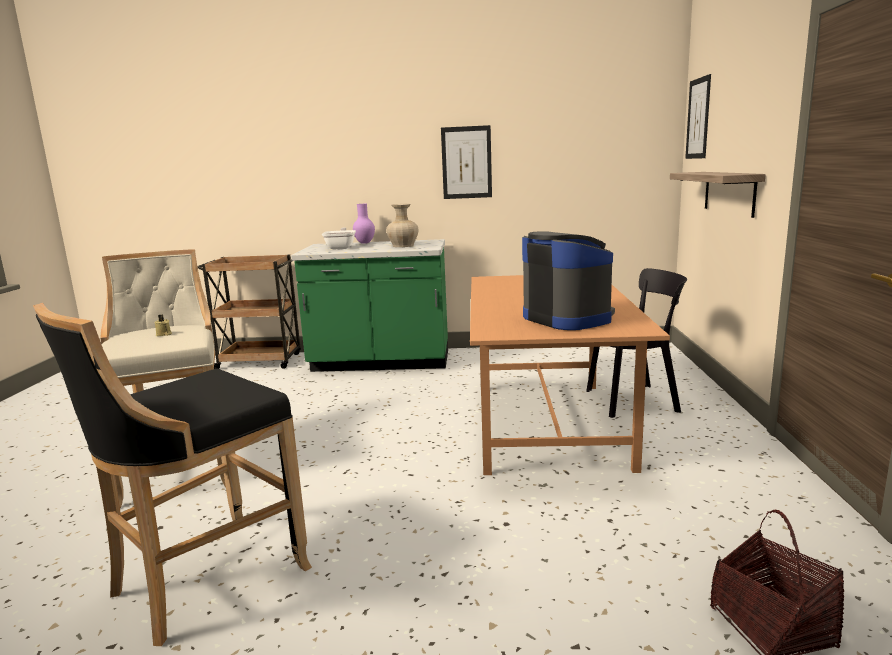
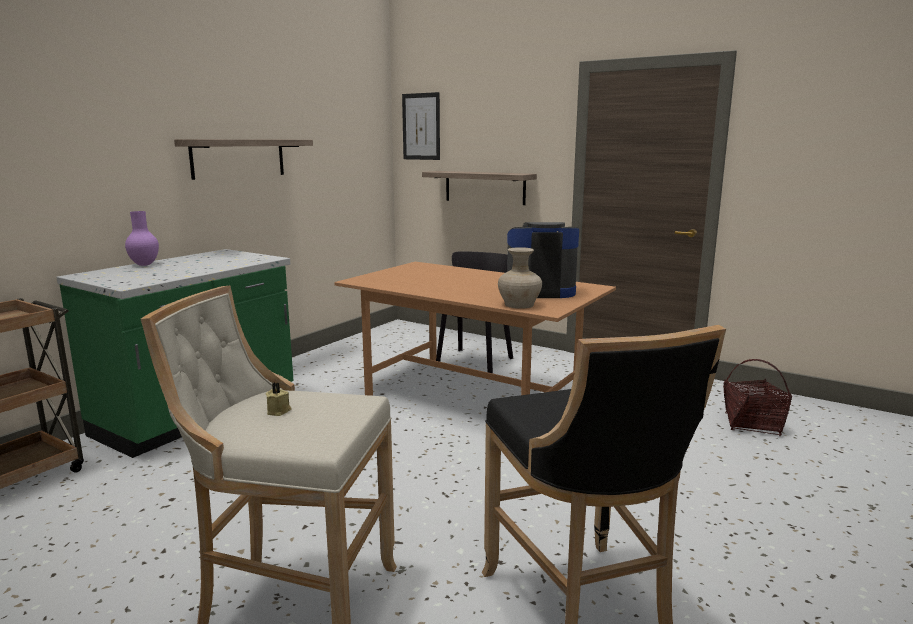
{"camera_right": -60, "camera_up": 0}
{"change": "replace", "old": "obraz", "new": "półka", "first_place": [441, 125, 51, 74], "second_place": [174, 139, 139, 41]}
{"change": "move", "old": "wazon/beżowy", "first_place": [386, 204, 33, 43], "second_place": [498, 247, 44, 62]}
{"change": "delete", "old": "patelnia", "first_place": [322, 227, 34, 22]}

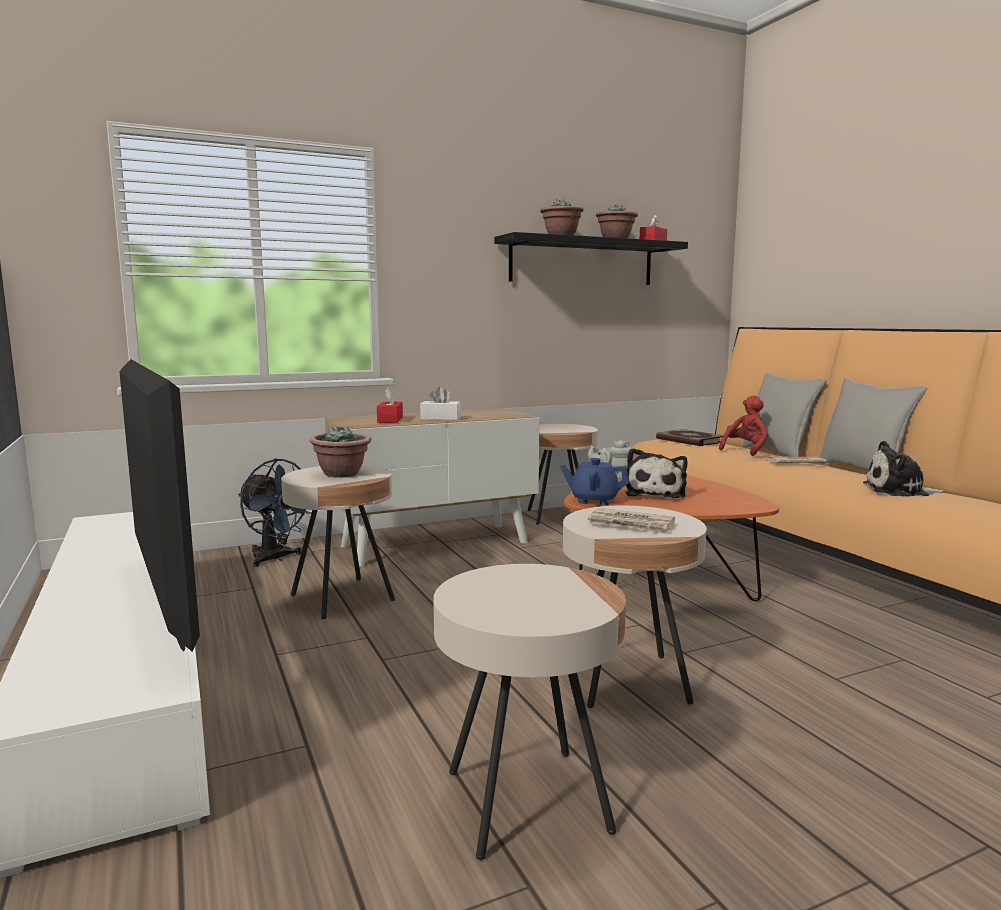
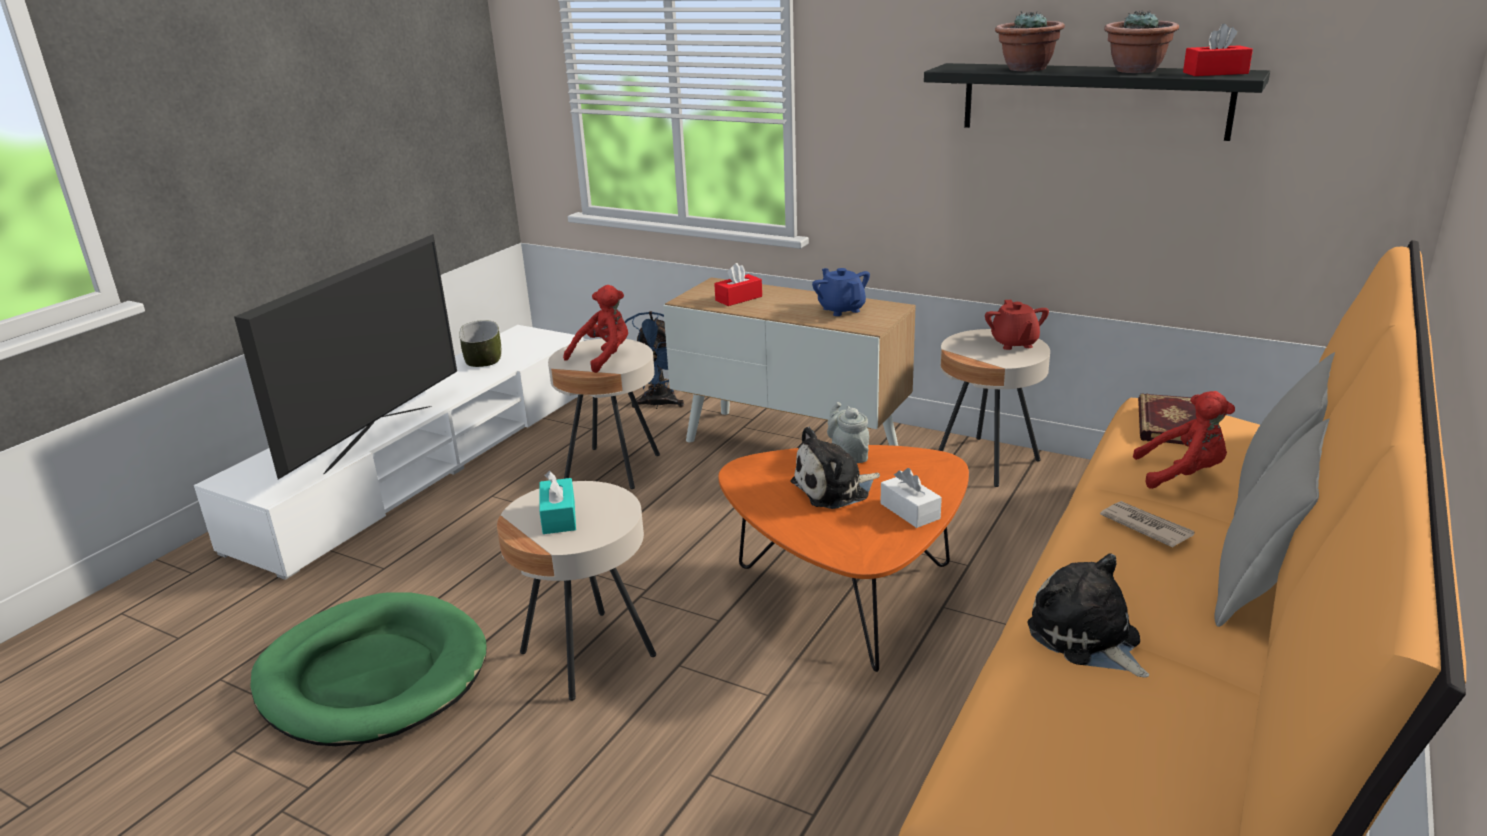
{"camera_right": 55, "camera_up": 15}
{"change": "move", "old": "pudełko chusteczek/biały", "first_place": [420, 387, 41, 33], "second_place": [880, 468, 62, 60]}
{"change": "replace", "old": "roślina doniczkowa", "new": "pluszak/czerwony", "first_place": [309, 426, 62, 52], "second_place": [563, 285, 65, 88]}
{"change": "move", "old": "imbryk/niebieski", "first_place": [560, 458, 70, 47], "second_place": [812, 268, 58, 48]}
{"change": "replace", "old": "gazeta", "new": "pudełko chusteczek/turkusowy", "first_place": [588, 508, 87, 27], "second_place": [539, 471, 37, 63]}
{"change": "replace", "old": "stolik/beżowy", "new": "legowisko/zielony", "first_place": [433, 564, 193, 296], "second_place": [250, 593, 237, 153]}
{"change": "insert", "new": "imbryk/czerwony", "second_place": [985, 300, 64, 50]}
{"change": "insert", "new": "miska", "second_place": [459, 320, 42, 47]}

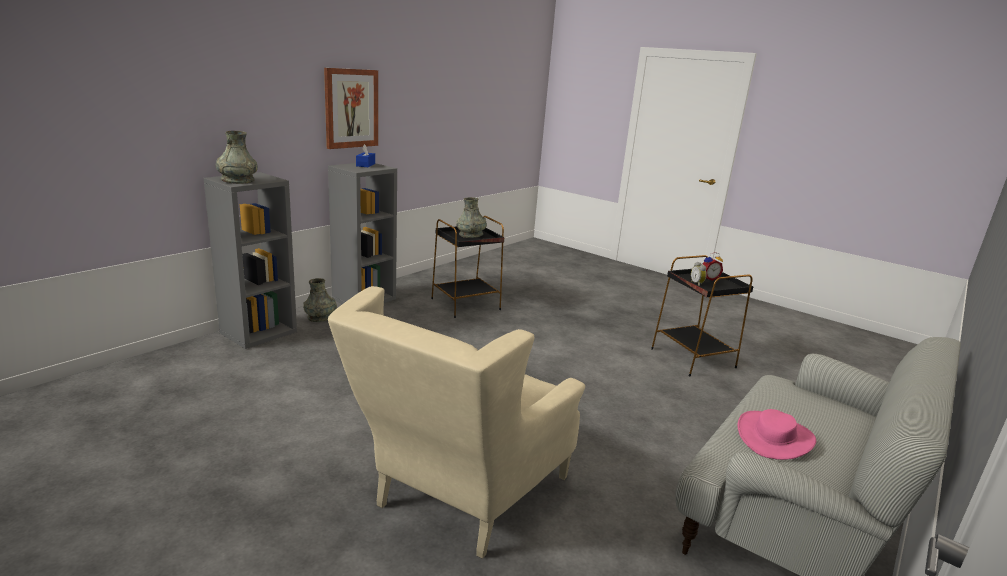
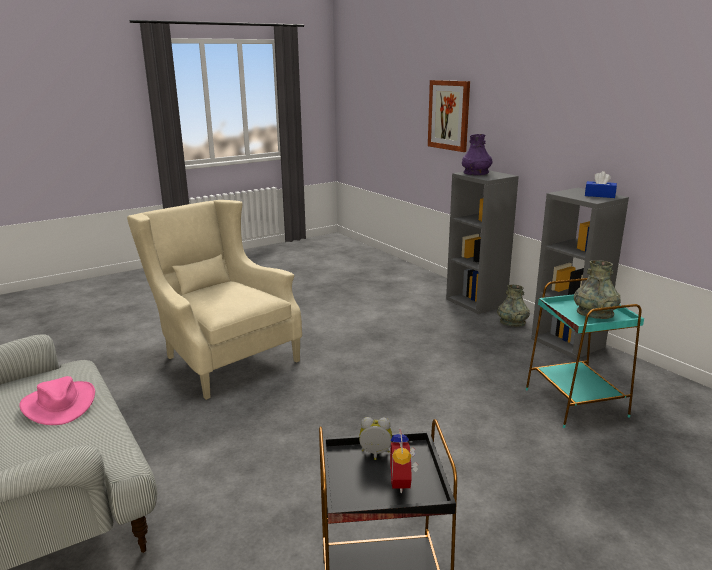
{"camera_right": 110, "camera_up": 0}
{"change": "move", "old": "obraz", "first_place": [324, 68, 54, 81], "second_place": [428, 80, 42, 72]}
{"change": "recolor", "old": "wazon/szary", "new": "wazon/fioletowy", "first_place": [215, 131, 43, 53], "second_place": [462, 134, 30, 41]}
{"change": "recolor", "old": "stolik/czarny", "new": "stolik/turkusowy", "first_place": [431, 216, 73, 102], "second_place": [526, 278, 118, 150]}

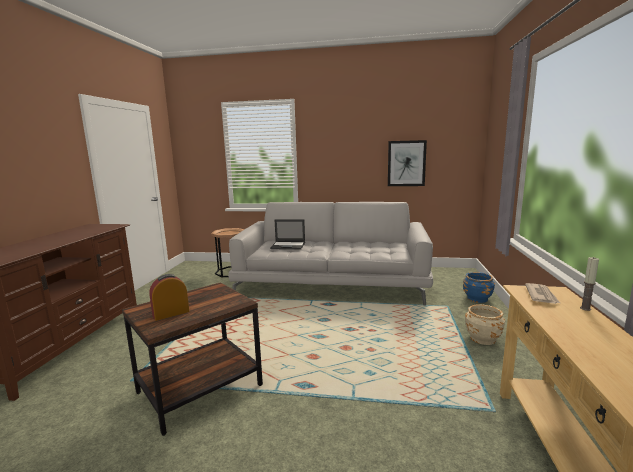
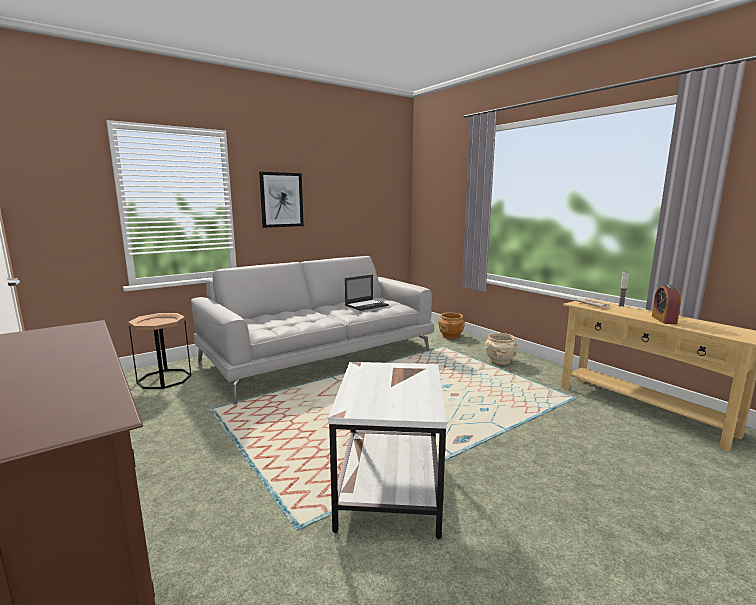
{"camera_right": -45, "camera_up": 0}
{"change": "move", "old": "obraz", "first_place": [388, 140, 39, 46], "second_place": [259, 172, 45, 56]}
{"change": "move", "old": "laptop", "first_place": [270, 219, 35, 31], "second_place": [345, 275, 44, 36]}
{"change": "recolor", "old": "donica/niebieski", "new": "donica/brązowy", "first_place": [463, 272, 32, 31], "second_place": [439, 313, 26, 26]}
{"change": "move", "old": "budzik", "first_place": [149, 274, 40, 47], "second_place": [652, 285, 29, 39]}
{"change": "recolor", "old": "stolik/brązowy", "new": "stolik/biały", "first_place": [122, 282, 141, 154], "second_place": [328, 362, 119, 177]}

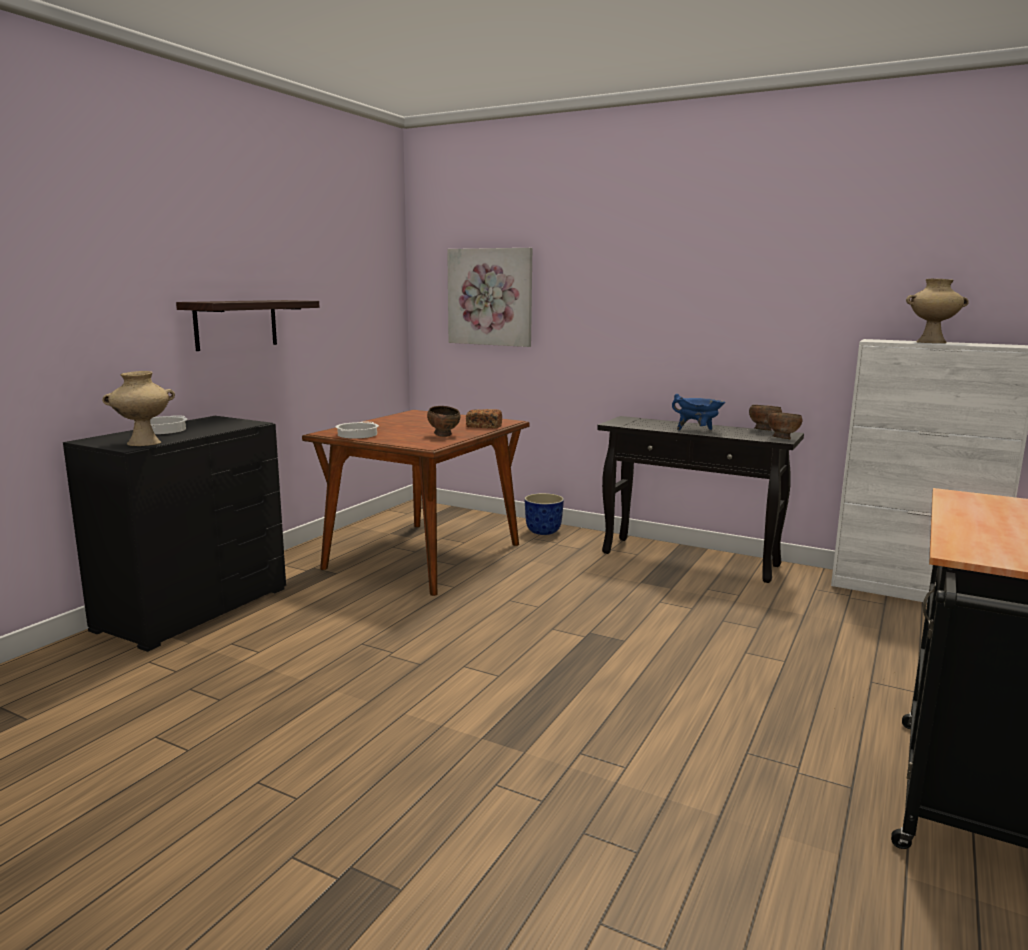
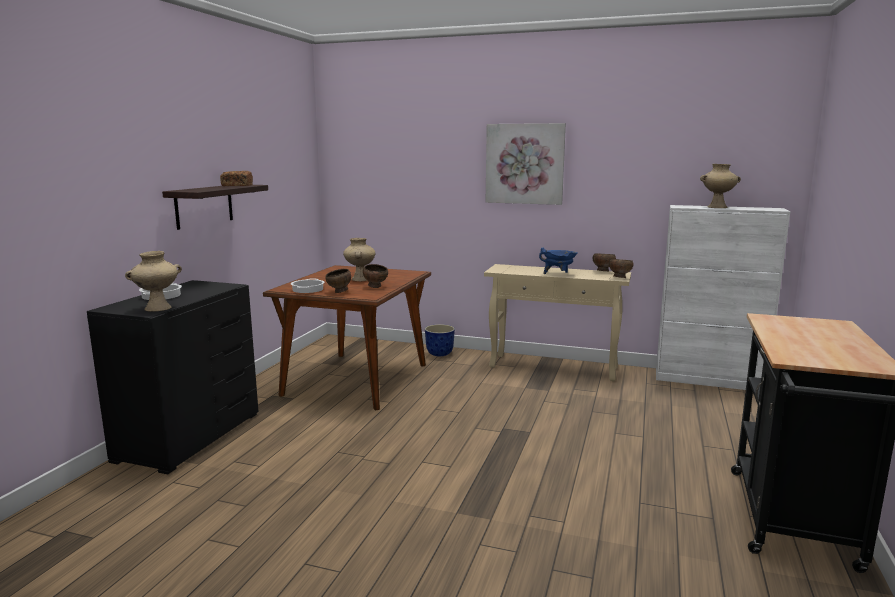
{"camera_right": -10, "camera_up": 0}
{"change": "move", "old": "obraz", "first_place": [447, 248, 85, 99], "second_place": [486, 123, 80, 82]}
{"change": "move", "old": "chleb", "first_place": [466, 409, 36, 19], "second_place": [220, 171, 33, 15]}
{"change": "recolor", "old": "stolik konsolowy/czarny", "new": "stolik konsolowy/beżowy", "first_place": [597, 416, 207, 167], "second_place": [484, 264, 147, 117]}
{"change": "insert", "new": "wazon/beżowy", "second_place": [343, 238, 32, 43]}
{"change": "insert", "new": "miska/brązowy", "second_place": [325, 269, 26, 24]}

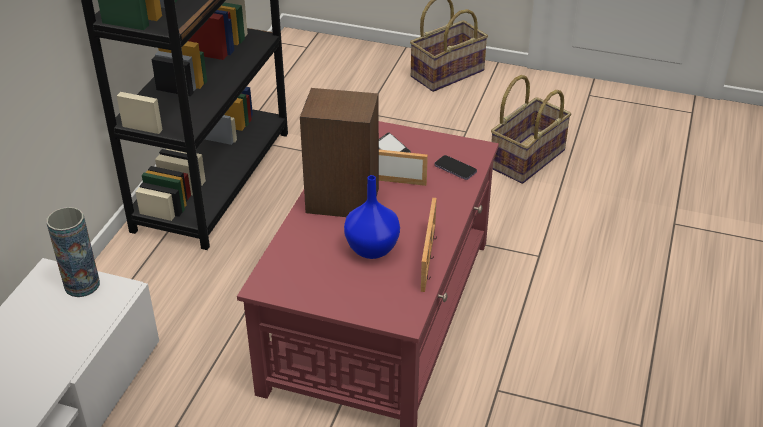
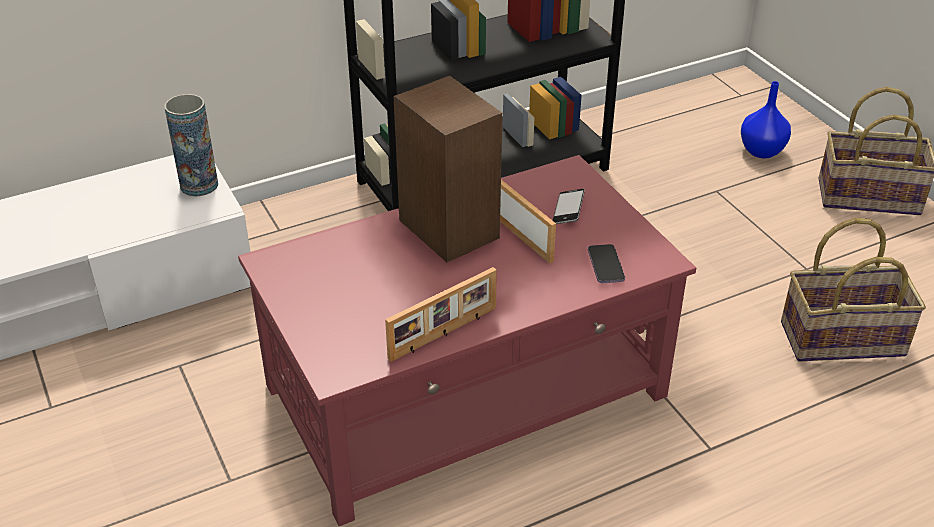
{"camera_right": 45, "camera_up": 0}
{"change": "move", "old": "wazon/niebieski", "first_place": [344, 175, 56, 84], "second_place": [741, 81, 50, 77]}

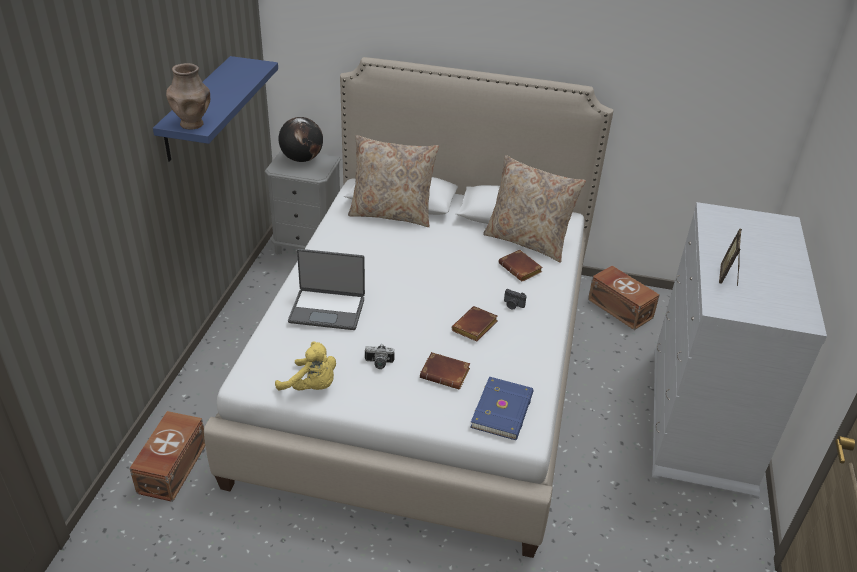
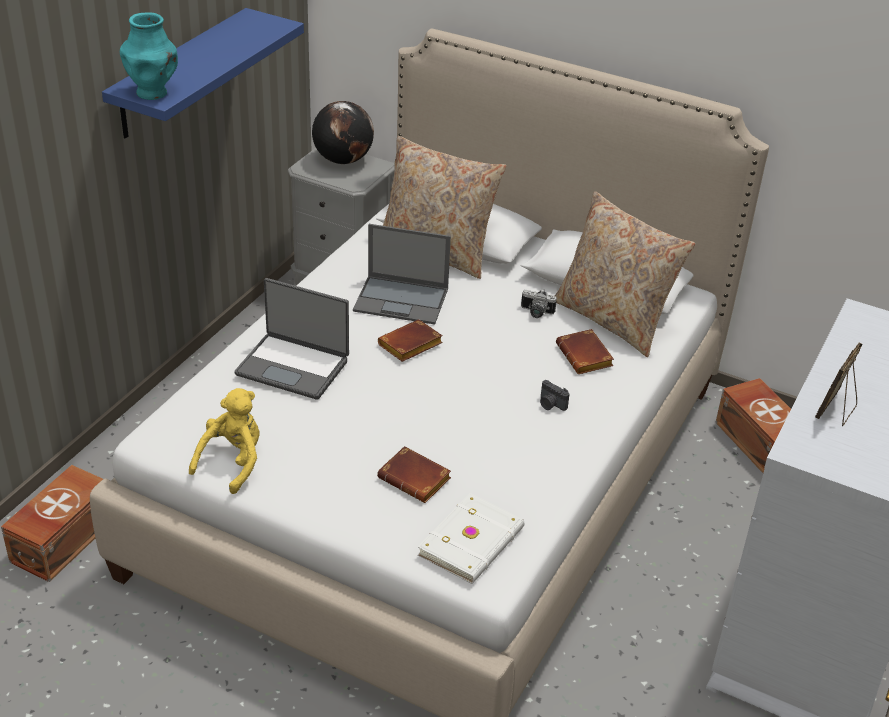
{"camera_right": 15, "camera_up": 0}
{"change": "recolor", "old": "wazon/brązowy", "new": "wazon/turkusowy", "first_place": [166, 63, 44, 66], "second_place": [120, 13, 58, 87]}
{"change": "move", "old": "książka/brązowy", "first_place": [452, 306, 46, 35], "second_place": [378, 319, 65, 43]}
{"change": "rotate", "old": "pluszak/żółty", "first_place": [275, 342, 61, 49], "second_place": [189, 388, 71, 106], "degrees": -105}
{"change": "move", "old": "aparat fotograficzny", "first_place": [365, 344, 30, 25], "second_place": [521, 289, 36, 29]}
{"change": "recolor", "old": "książka/niebieski", "new": "książka/biały", "first_place": [470, 377, 64, 63], "second_place": [418, 493, 106, 91]}
{"change": "insert", "new": "laptop", "second_place": [353, 224, 98, 100]}

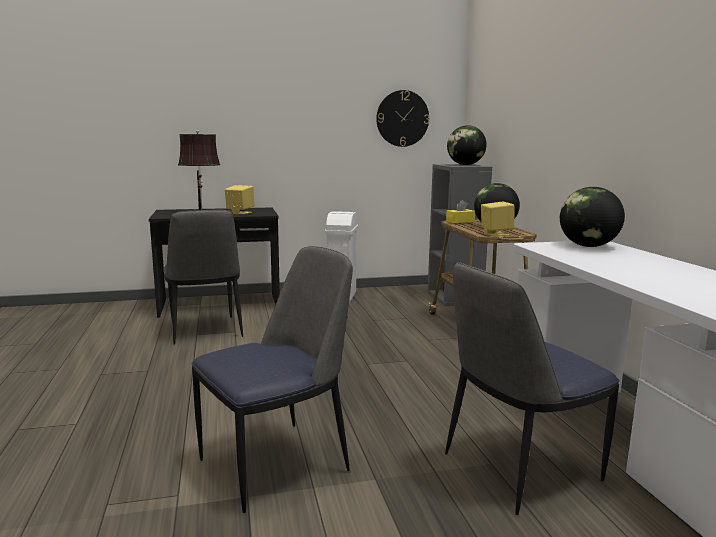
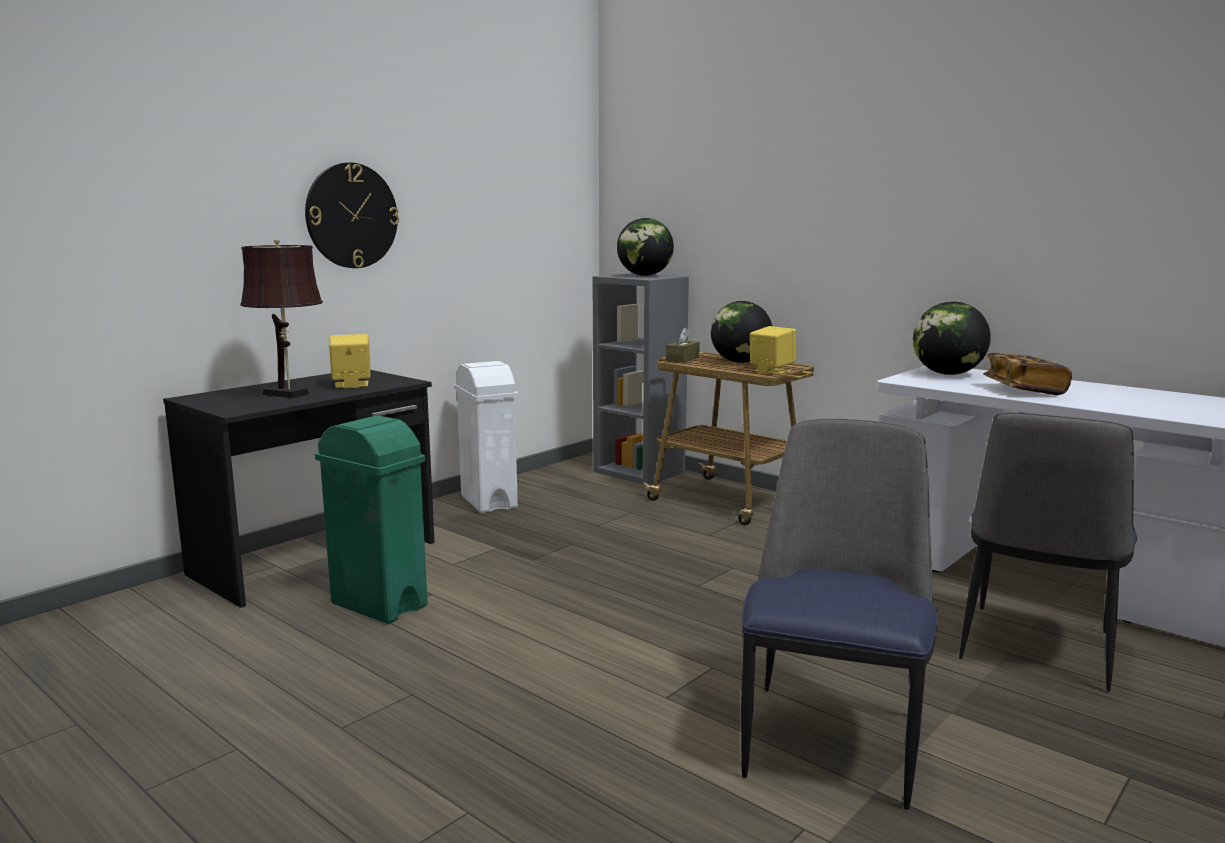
{"camera_right": -35, "camera_up": 0}
{"change": "move", "old": "zegar ścienny", "first_place": [376, 90, 53, 57], "second_place": [305, 162, 94, 106]}
{"change": "recolor", "old": "pudełko chusteczek/żółty", "new": "pudełko chusteczek/brązowy", "first_place": [446, 200, 29, 23], "second_place": [666, 328, 34, 35]}
{"change": "replace", "old": "krzesło", "new": "kosz na śmieci/zielony", "first_place": [163, 210, 80, 135], "second_place": [315, 416, 113, 208]}
{"change": "insert", "new": "książka", "second_place": [984, 353, 88, 42]}

